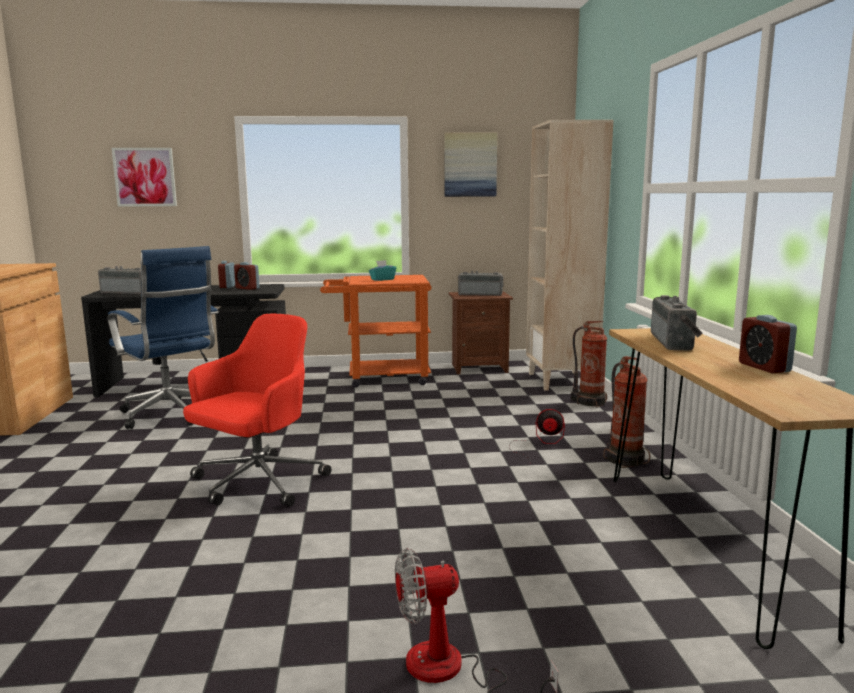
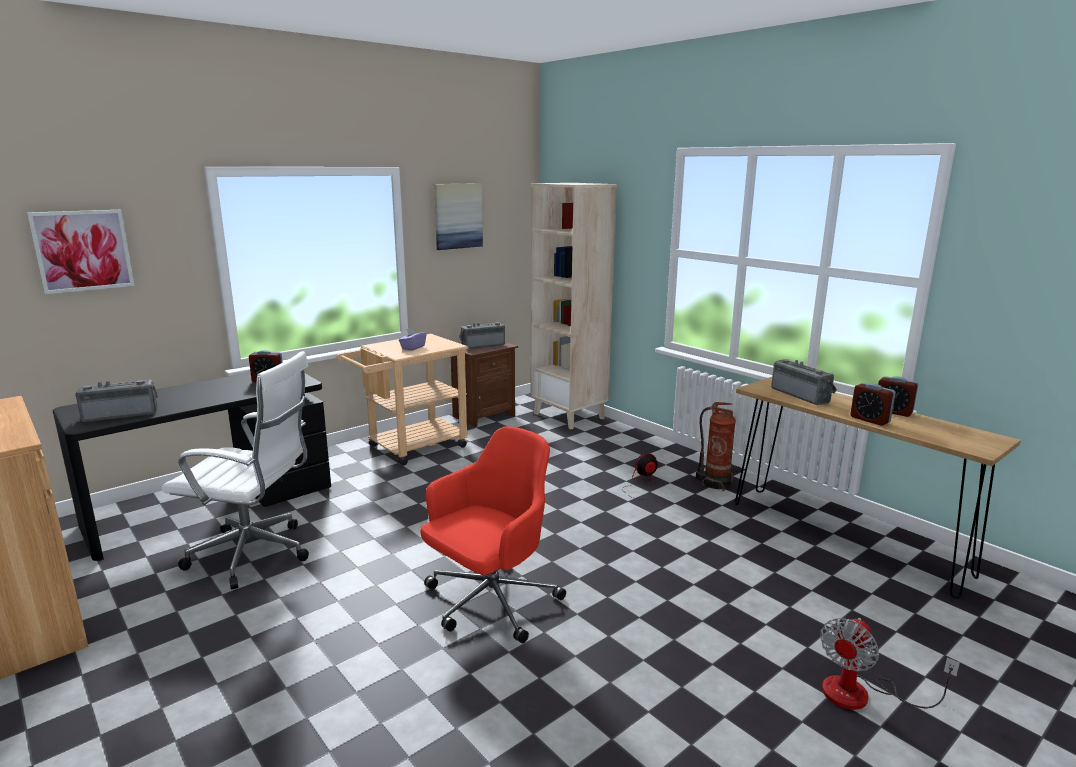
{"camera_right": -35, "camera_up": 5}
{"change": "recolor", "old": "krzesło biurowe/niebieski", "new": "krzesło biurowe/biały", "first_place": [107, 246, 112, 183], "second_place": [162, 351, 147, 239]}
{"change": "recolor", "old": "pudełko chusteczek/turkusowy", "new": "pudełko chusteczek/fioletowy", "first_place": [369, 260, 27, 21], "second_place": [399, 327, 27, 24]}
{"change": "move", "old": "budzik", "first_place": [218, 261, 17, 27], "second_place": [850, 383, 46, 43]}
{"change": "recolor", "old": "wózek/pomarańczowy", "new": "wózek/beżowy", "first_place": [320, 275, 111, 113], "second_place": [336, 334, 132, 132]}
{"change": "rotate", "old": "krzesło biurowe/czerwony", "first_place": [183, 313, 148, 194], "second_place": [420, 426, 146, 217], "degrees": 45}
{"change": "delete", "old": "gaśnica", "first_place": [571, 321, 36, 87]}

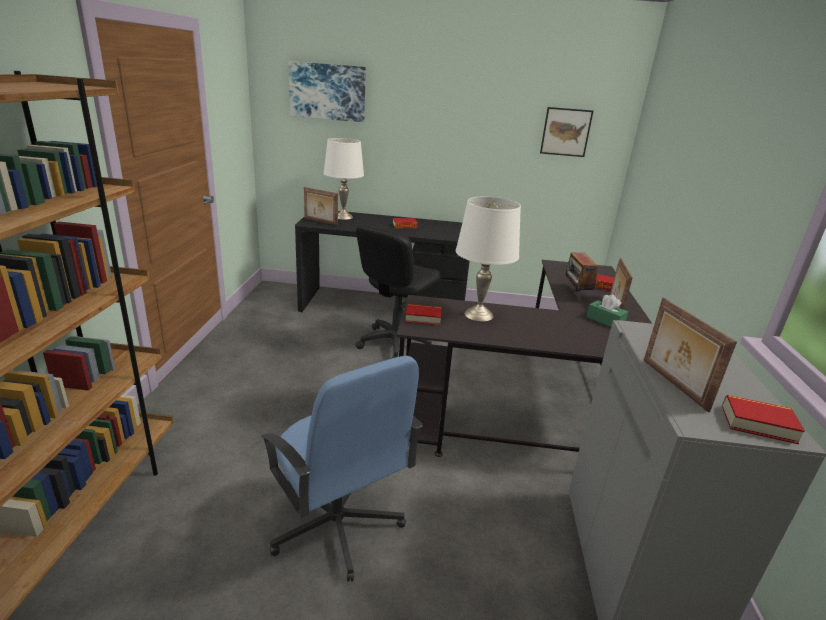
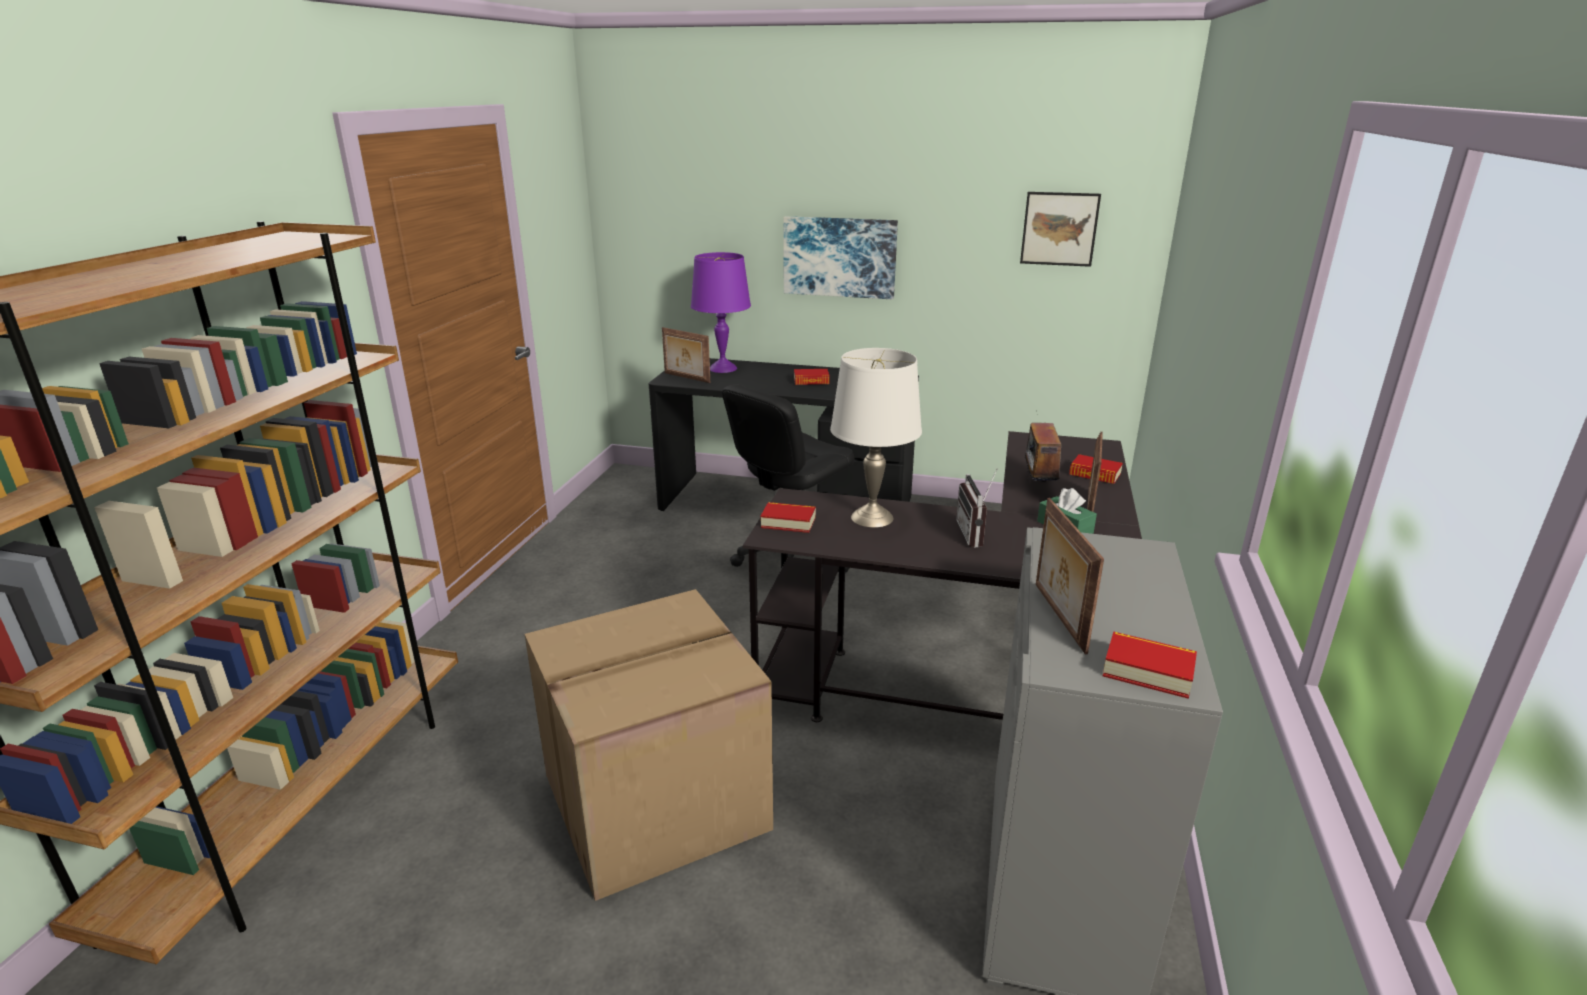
{"camera_right": 10, "camera_up": 0}
{"change": "move", "old": "obraz", "first_place": [288, 61, 78, 61], "second_place": [783, 216, 115, 83]}
{"change": "recolor", "old": "lampa stołowa/biały", "new": "lampa stołowa/fioletowy", "first_place": [323, 138, 41, 82], "second_place": [691, 252, 60, 121]}
{"change": "replace", "old": "krzesło biurowe/niebieski", "new": "karton", "first_place": [260, 356, 163, 226], "second_place": [525, 589, 248, 312]}
{"change": "insert", "new": "radio", "second_place": [956, 469, 41, 78]}

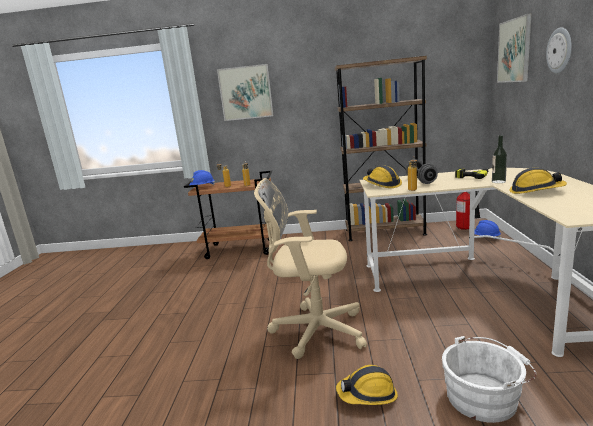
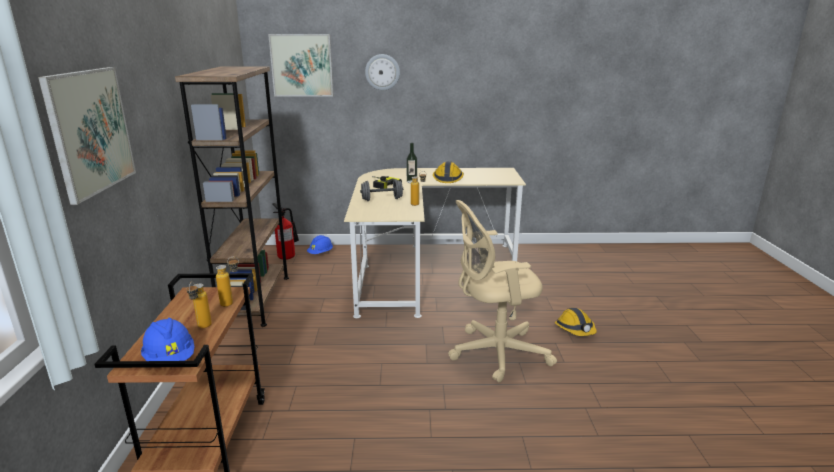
{"camera_right": -95, "camera_up": 5}
{"change": "delete", "old": "kask", "first_place": [363, 166, 39, 22]}
{"change": "rotate", "old": "krzesło biurowe/beżowy", "first_place": [254, 178, 113, 181], "second_place": [448, 200, 109, 182], "degrees": 75}
{"change": "delete", "old": "wiadro/biały", "first_place": [442, 336, 94, 87]}

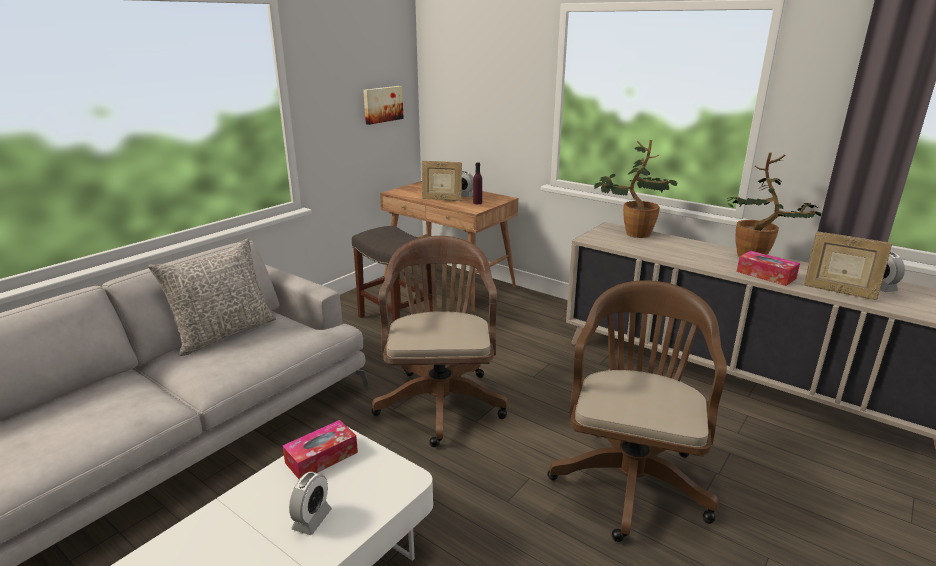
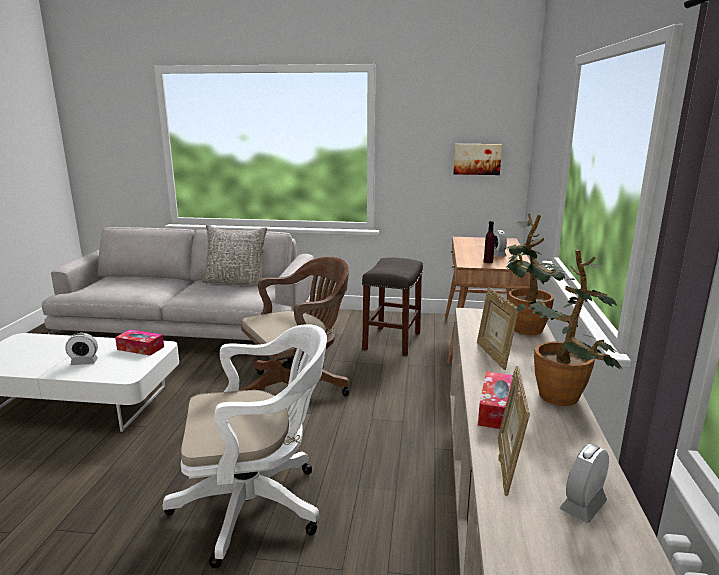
{"camera_right": 60, "camera_up": -5}
{"change": "move", "old": "ramka na zdjęcie", "first_place": [422, 161, 40, 40], "second_place": [477, 287, 41, 83]}
{"change": "recolor", "old": "krzesło biurowe/brązowy", "new": "krzesło biurowe/biały", "first_place": [548, 280, 179, 262], "second_place": [163, 324, 164, 244]}

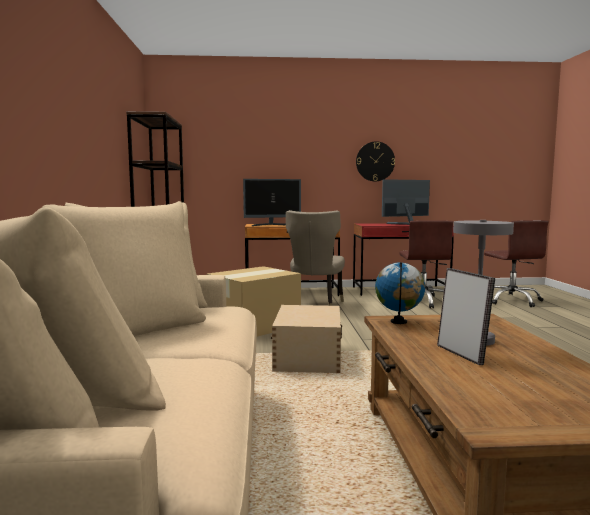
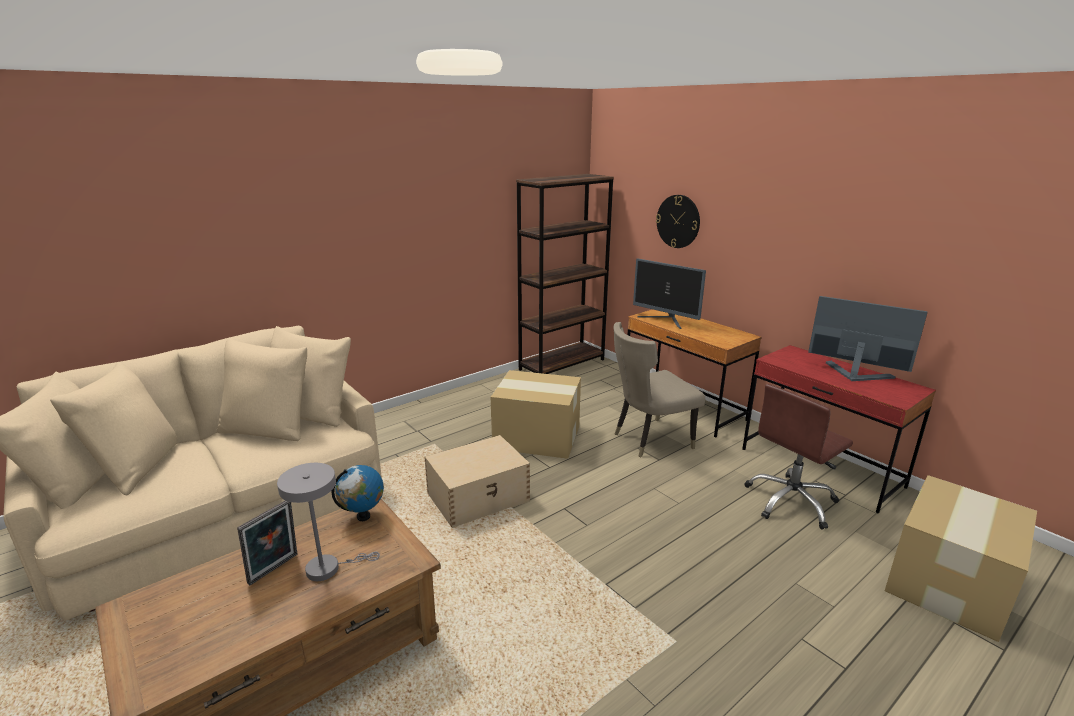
{"camera_right": 55, "camera_up": 15}
{"change": "move", "old": "zegar ścienny", "first_place": [356, 141, 39, 40], "second_place": [656, 195, 44, 53]}
{"change": "replace", "old": "krzesło biurowe/brązowy", "new": "karton", "first_place": [484, 220, 64, 87], "second_place": [885, 475, 152, 167]}

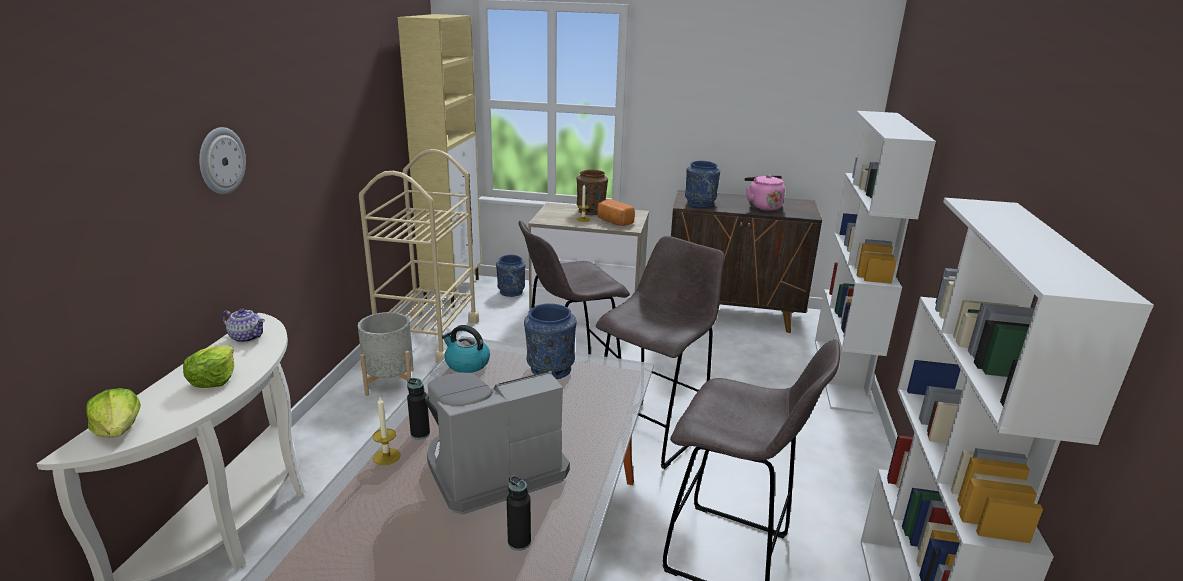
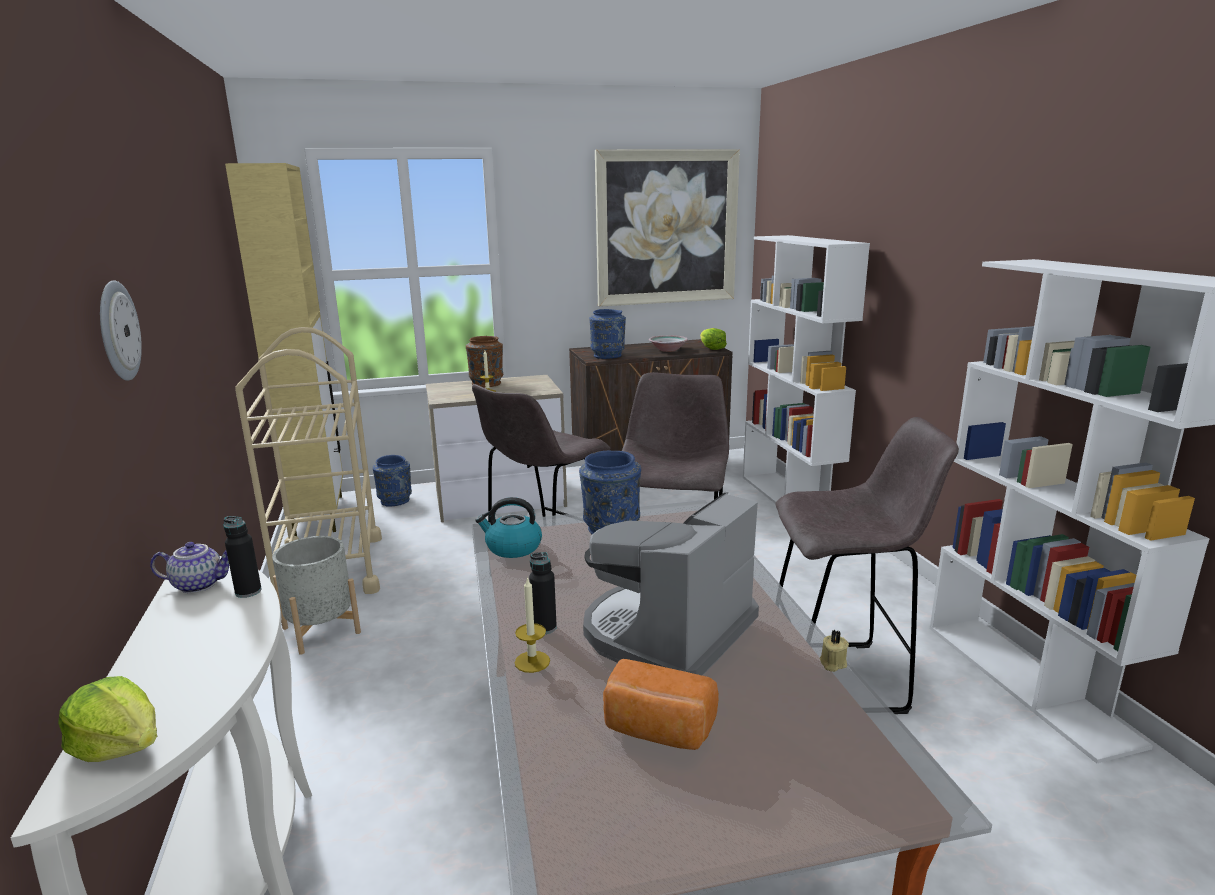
{"camera_right": -25, "camera_up": -5}
{"change": "replace", "old": "czajnik/różowy", "new": "miska", "first_place": [745, 175, 40, 36], "second_place": [649, 335, 39, 17]}
{"change": "move", "old": "chleb", "first_place": [597, 199, 38, 27], "second_place": [603, 659, 115, 91]}
{"change": "move", "old": "sałata", "first_place": [183, 345, 51, 43], "second_place": [700, 328, 27, 22]}
{"change": "move", "old": "butelka/czarny", "first_place": [507, 475, 24, 76], "second_place": [223, 516, 39, 82]}
{"change": "insert", "new": "obraz", "second_place": [595, 149, 145, 158]}
{"change": "insert", "new": "świeca/beżowy", "second_place": [820, 630, 29, 42]}

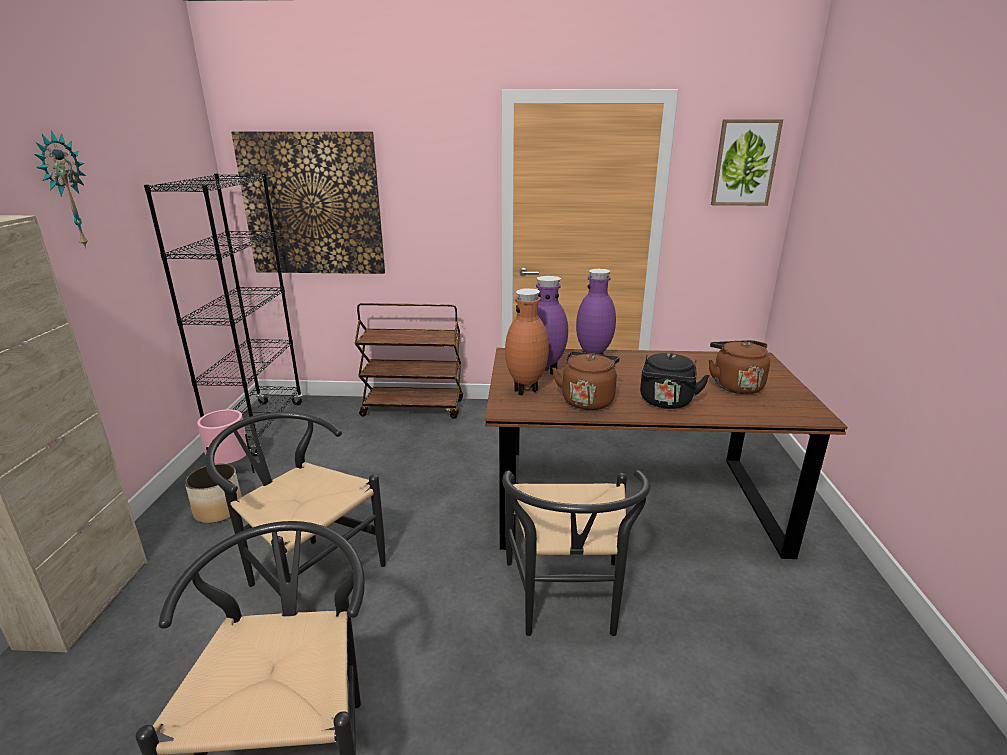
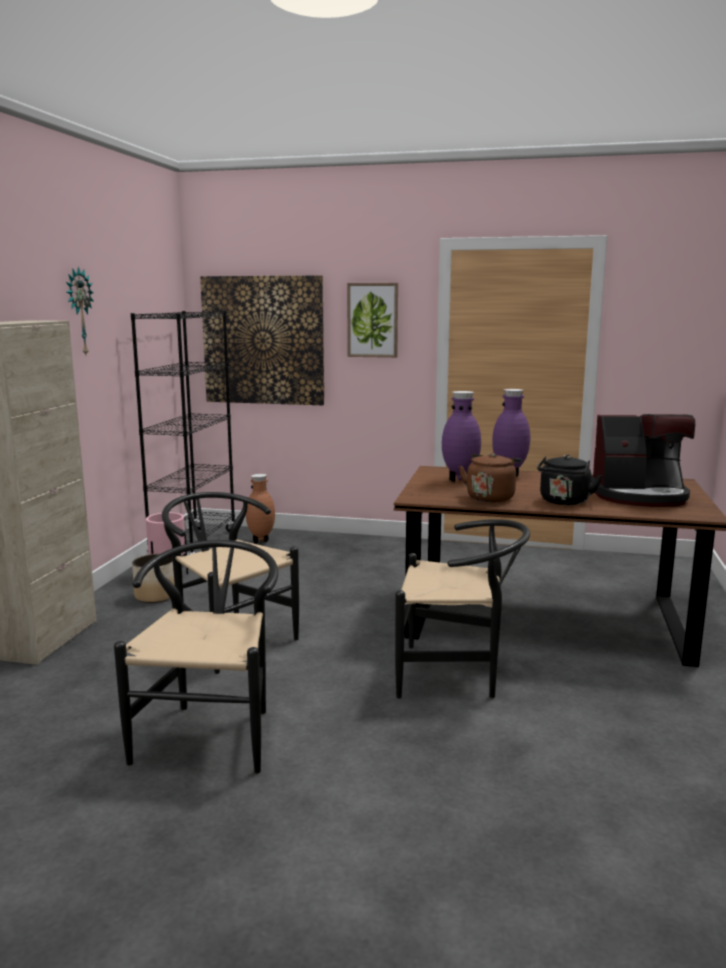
{"camera_right": 10, "camera_up": -10}
{"change": "move", "old": "obraz", "first_place": [711, 119, 72, 87], "second_place": [347, 283, 51, 75]}
{"change": "move", "old": "wazon/brązowy", "first_place": [505, 288, 44, 107], "second_place": [246, 474, 29, 70]}
{"change": "delete", "old": "wózek/brązowy", "first_place": [355, 303, 108, 115]}
{"change": "replace", "old": "czajnik/brązowy", "new": "ekspres do kawy", "first_place": [709, 340, 61, 54], "second_place": [591, 414, 104, 93]}
{"change": "rotate", "old": "krzesło/czarny", "first_place": [502, 470, 148, 166], "second_place": [395, 519, 135, 180], "degrees": -90}

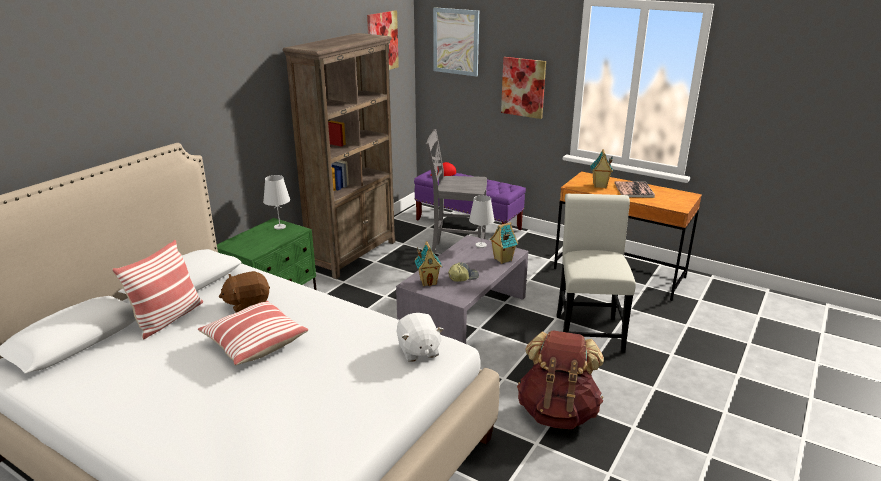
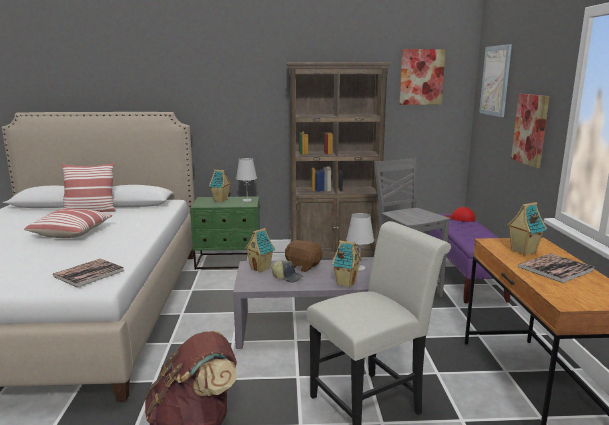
{"camera_right": 55, "camera_up": -10}
{"change": "move", "old": "pluszak/brązowy", "first_place": [219, 271, 51, 42], "second_place": [285, 240, 37, 32]}
{"change": "replace", "old": "pluszak/biały", "new": "książka", "first_place": [396, 313, 48, 49], "second_place": [53, 259, 71, 29]}
{"change": "insert", "new": "domek", "second_place": [209, 170, 22, 32]}

